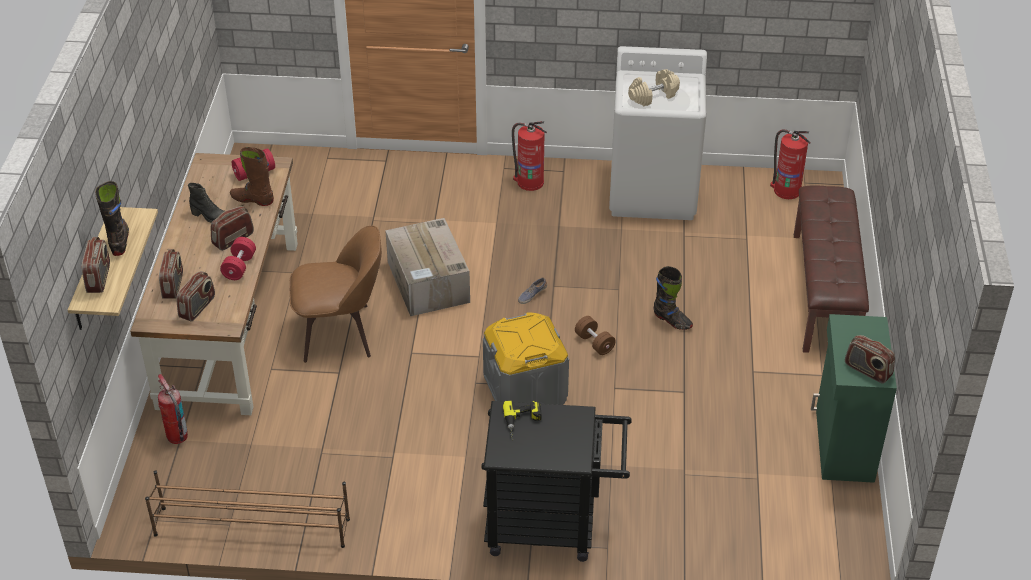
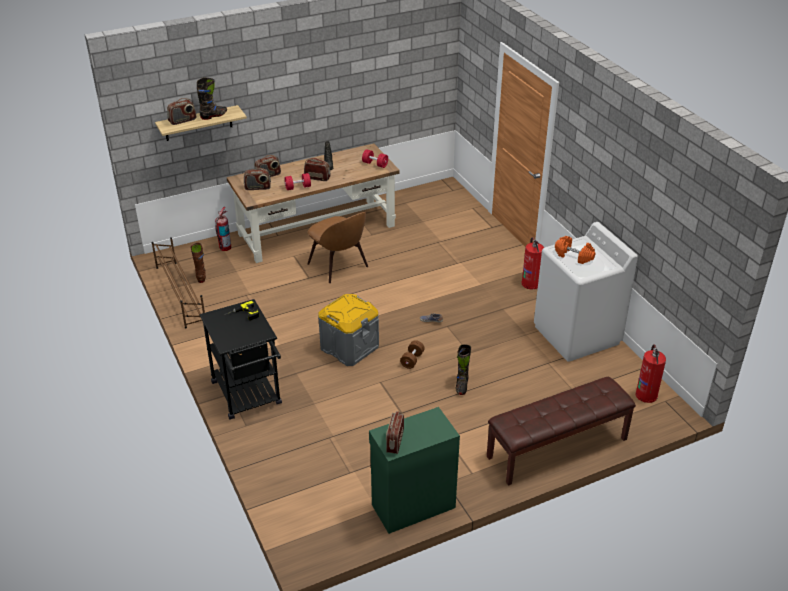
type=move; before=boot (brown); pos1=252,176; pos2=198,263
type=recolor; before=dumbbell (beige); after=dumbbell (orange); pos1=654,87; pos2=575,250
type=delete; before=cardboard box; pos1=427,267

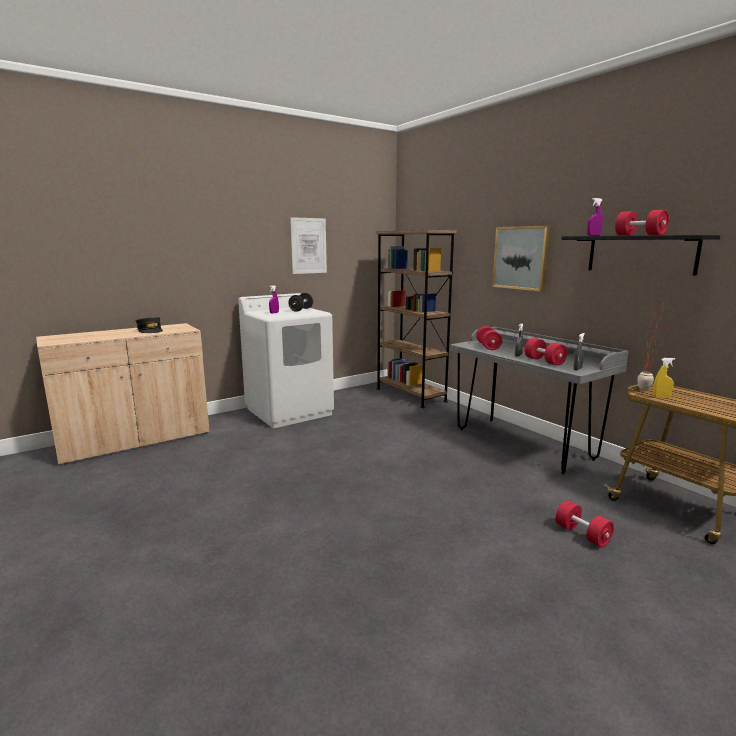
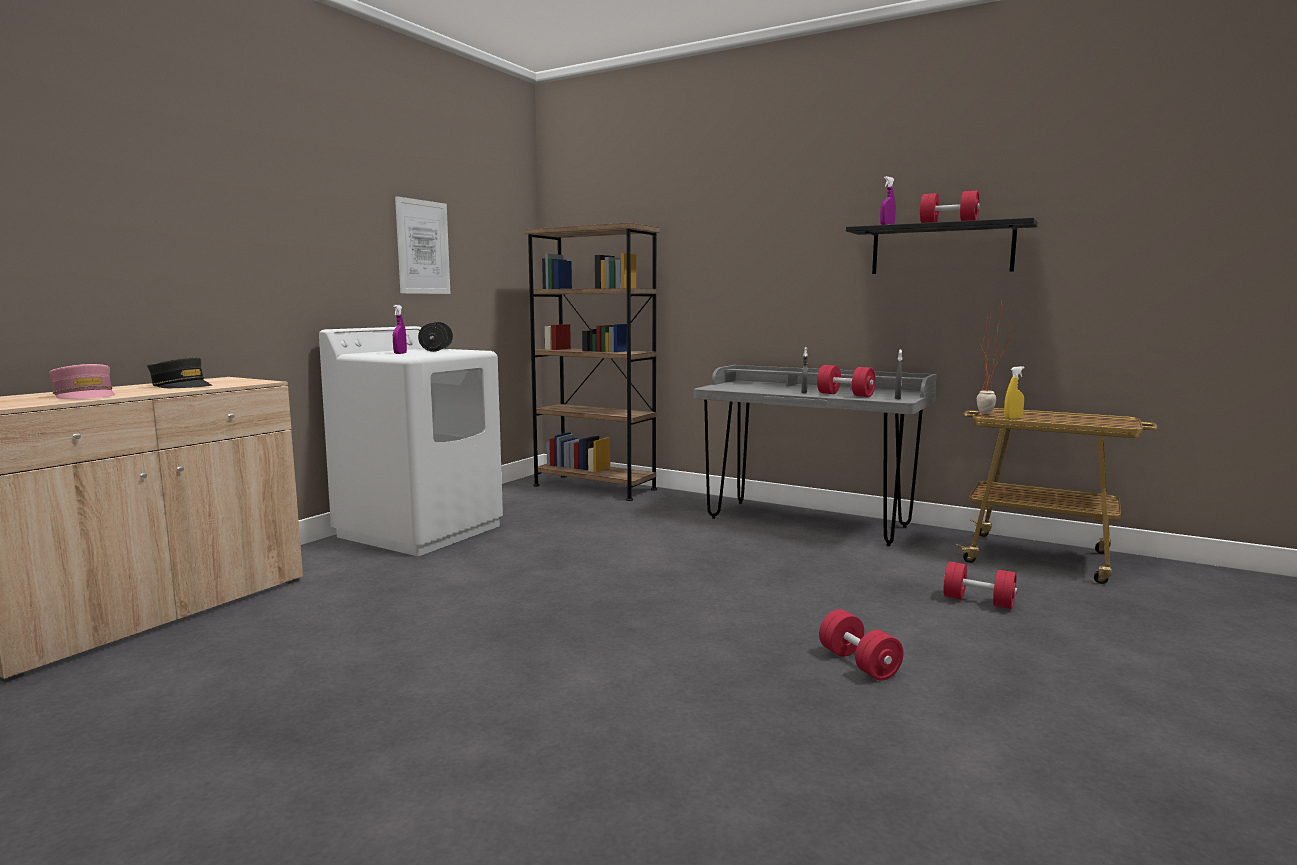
type=insert; after=cap (pink); pos2=82,381
type=move; before=dumbbell (red); pos1=489,338; pos2=861,645
type=delete; before=picture; pos1=521,258

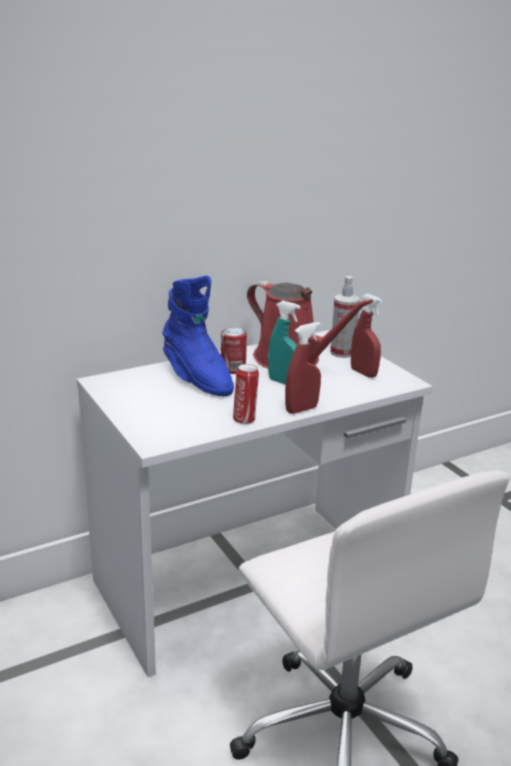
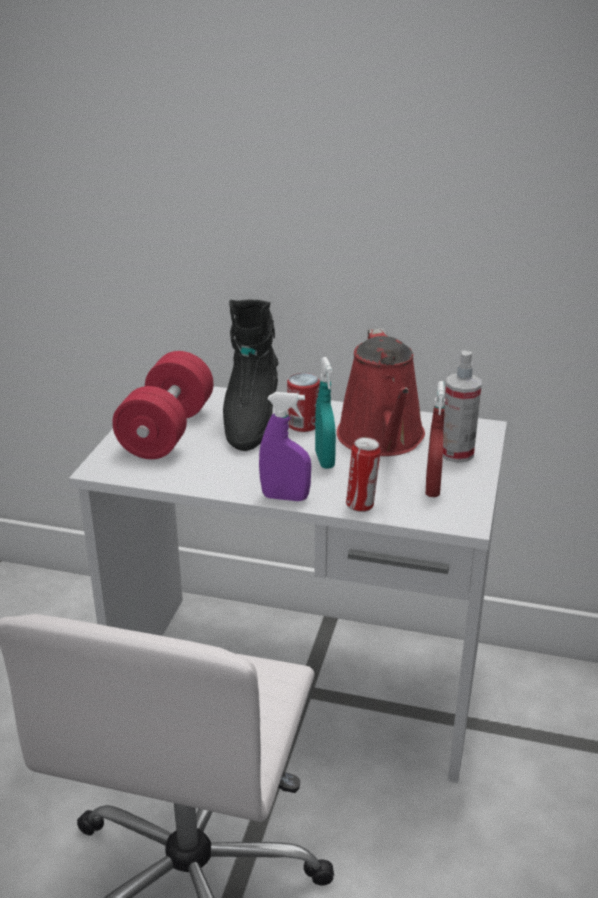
type=insert; after=dumbbell (red); pos2=162,405
type=recolor; before=boot (blue); after=boot (black); pos1=198,335; pos2=250,375
type=recolor; before=spray bottle (red); after=spray bottle (purple); pos1=303,368; pos2=285,446
type=move; before=can; pos1=246,394; pos2=363,474

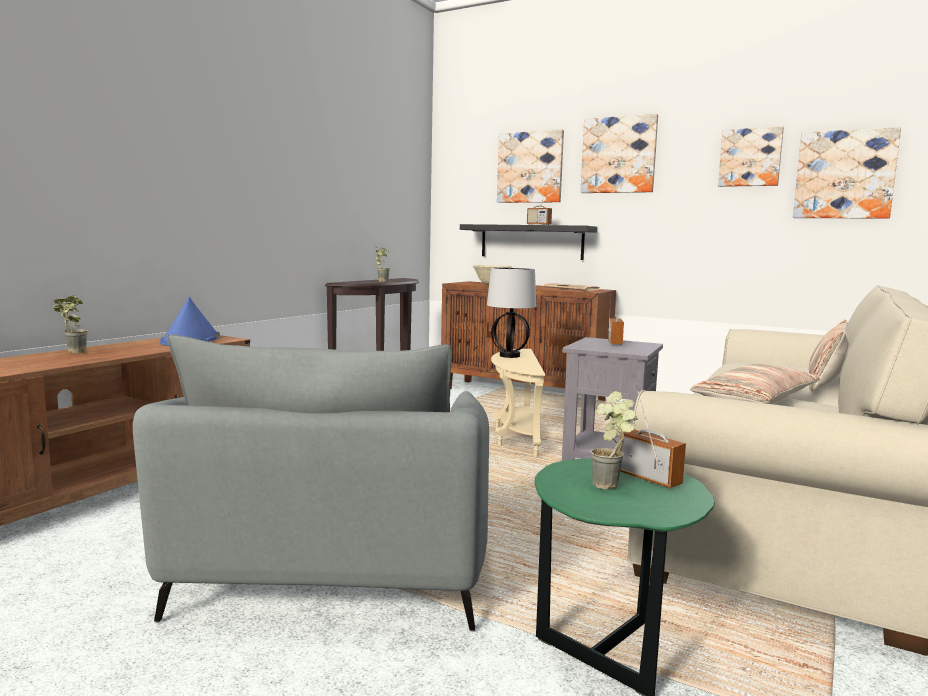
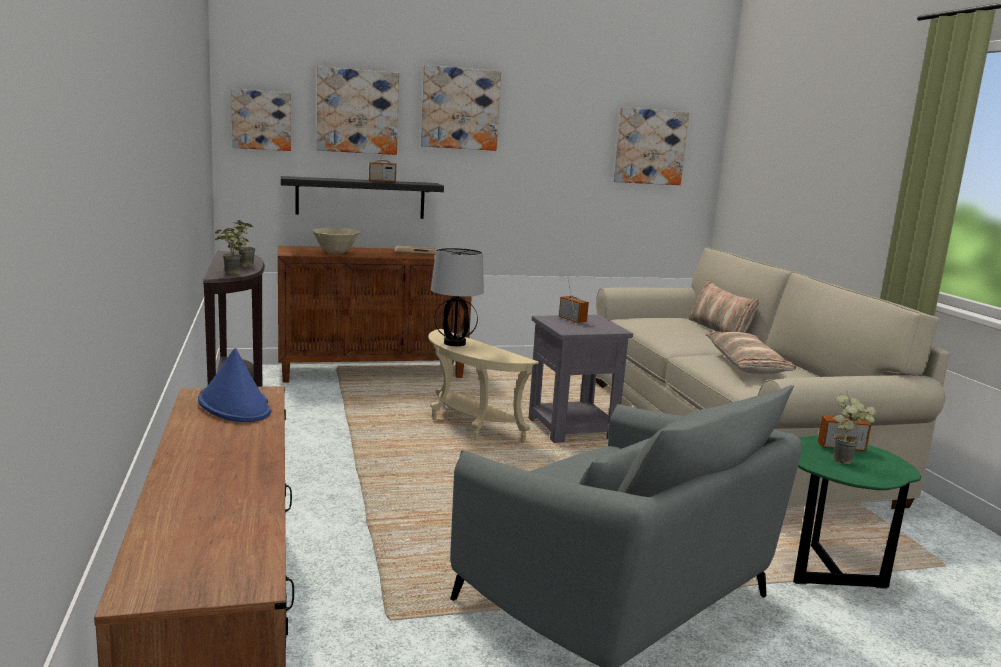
type=move; before=potted plant; pos1=70,324; pos2=230,250
type=move; before=picture; pos1=751,156; pos2=261,120

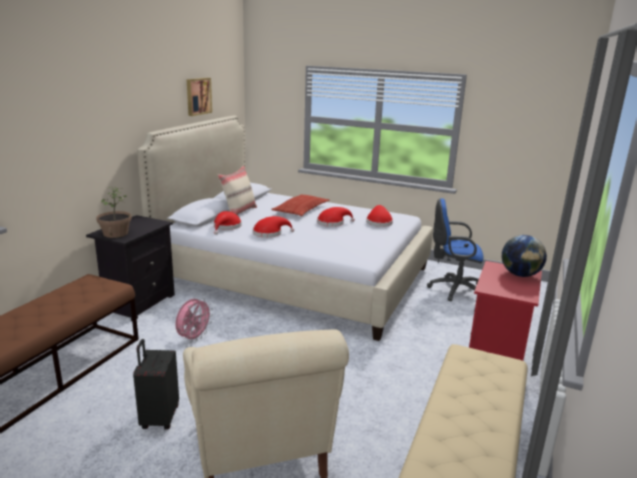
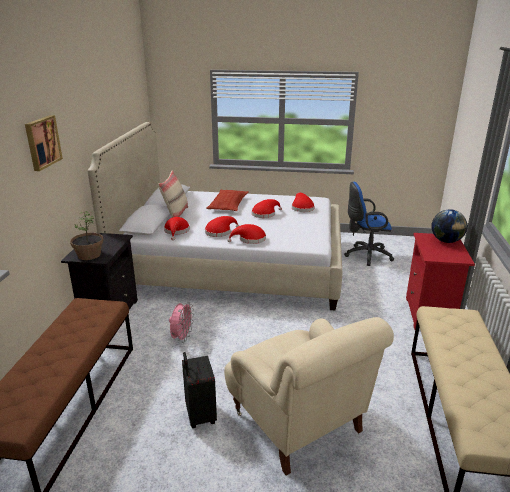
type=move; before=picture; pos1=199,97; pos2=44,143
type=insert; after=hat (red); pos2=246,234

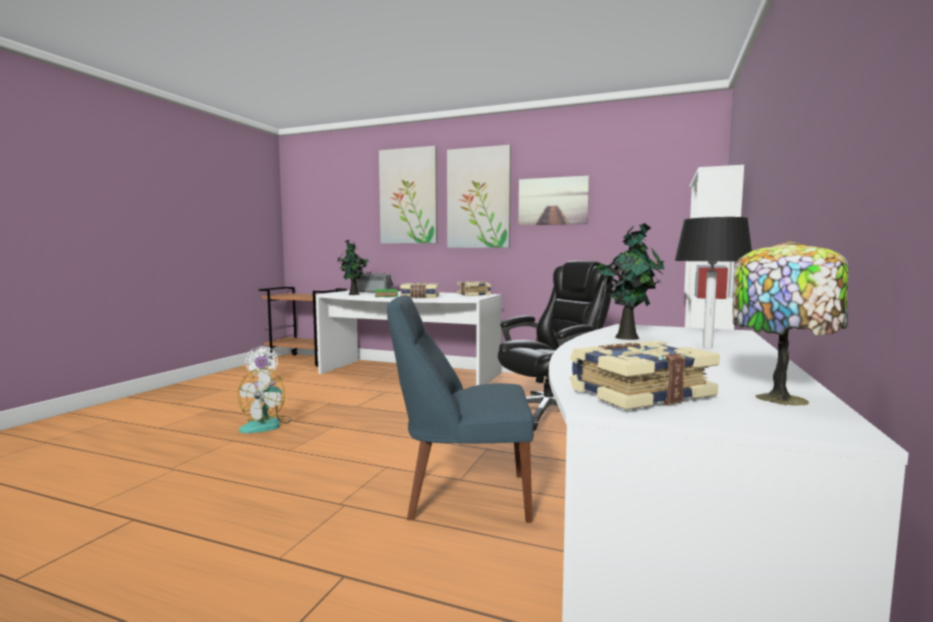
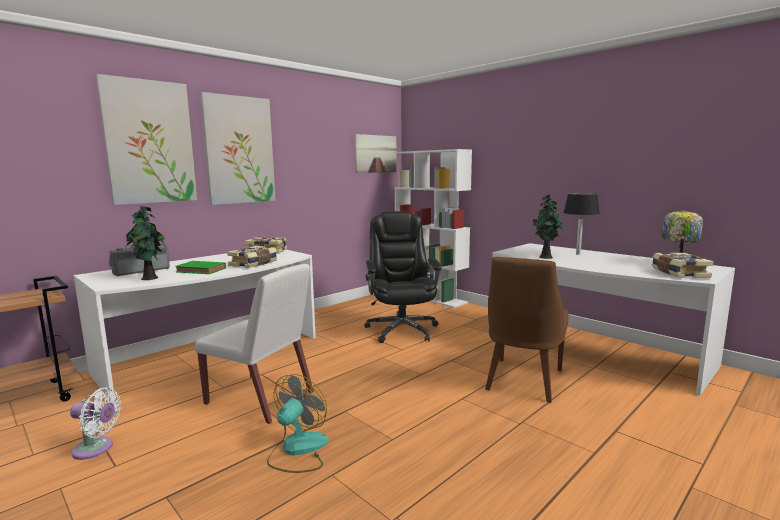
type=insert; after=chair (white); pos2=254,344
type=rotate; before=fan; pos1=265,400; pos2=298,423; turn=-105
type=move; before=picture; pos1=553,201; pos2=376,153
type=recolor; before=chair (blue); after=chair (brown); pos1=460,409; pos2=527,330

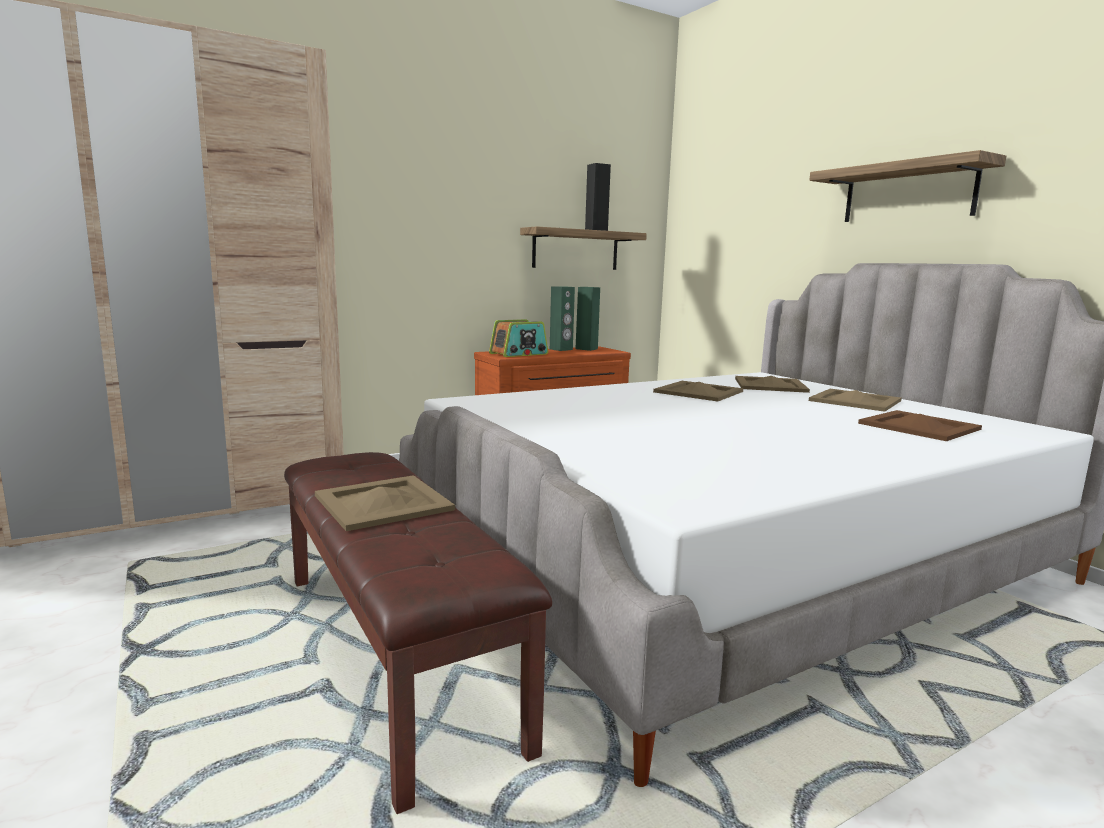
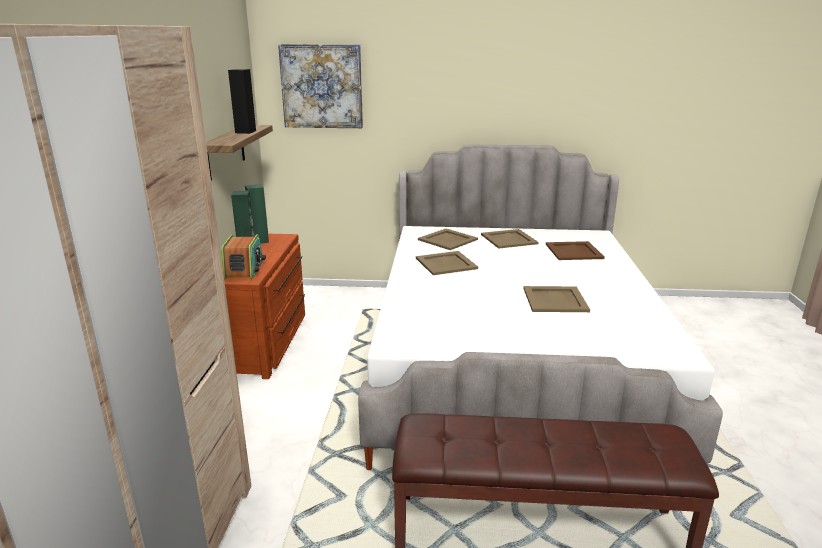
type=insert; after=picture; pos2=320,86
type=move; before=tray (beige); pos1=385,503; pos2=556,299
type=delete; before=shelf; pos1=907,186

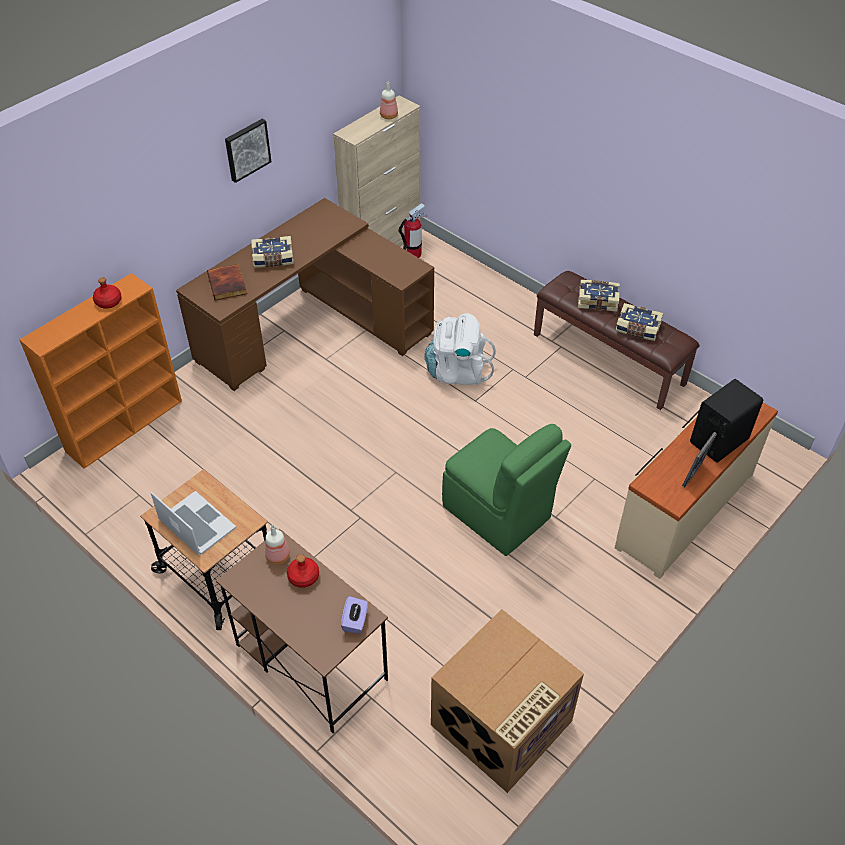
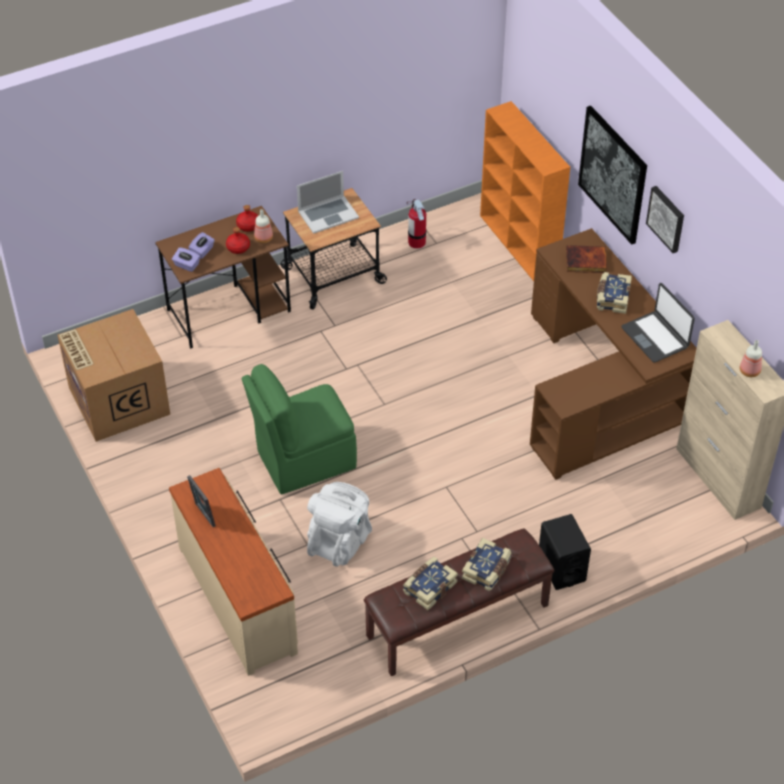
type=insert; after=tissue box (purple); pos2=201,245
type=move; before=bottle (red); pos1=107,293; pos2=247,218
type=move; before=backpack (white); pos1=460,349; pos2=339,524
type=move; before=fire extinguisher; pos1=413,230; pos2=417,224
type=move; before=speaker (black); pos1=727,421; pos2=565,552
type=insert; after=picture; pos2=612,175
type=insert; after=laptop; pos2=658,323

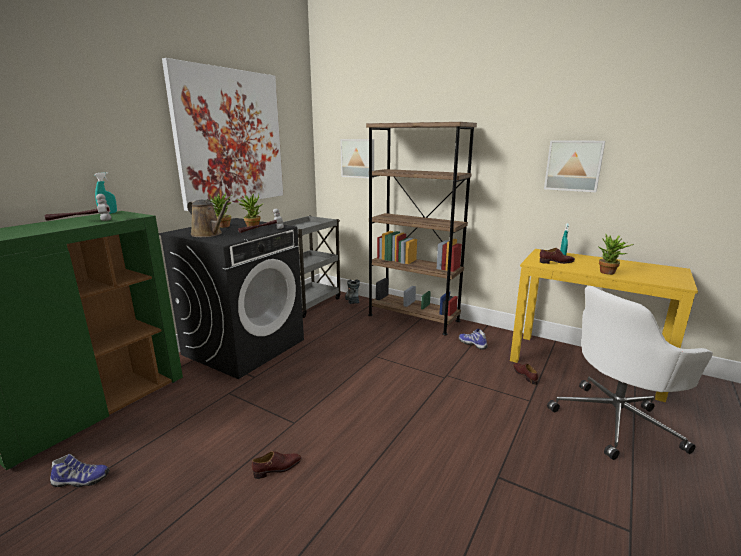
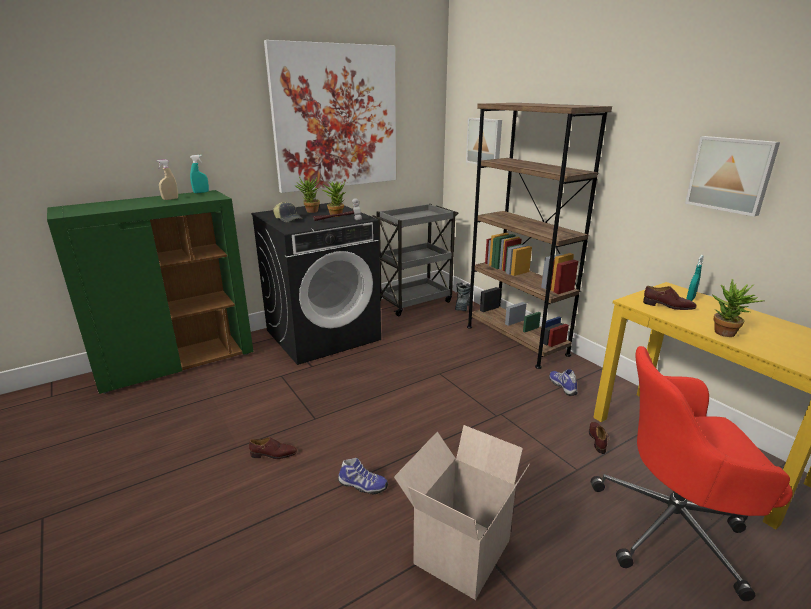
type=replace; before=hammer; after=spray bottle (beige); pos1=77,207; pos2=167,179
type=replace; before=watering can (brown); after=cap; pos1=208,218; pos2=288,212
type=move; before=shoe; pos1=79,470; pos2=363,476
type=insert; after=cardboard box; pos2=462,512
type=recolor; before=office chair (white); after=office chair (red); pos1=630,373; pos2=692,473

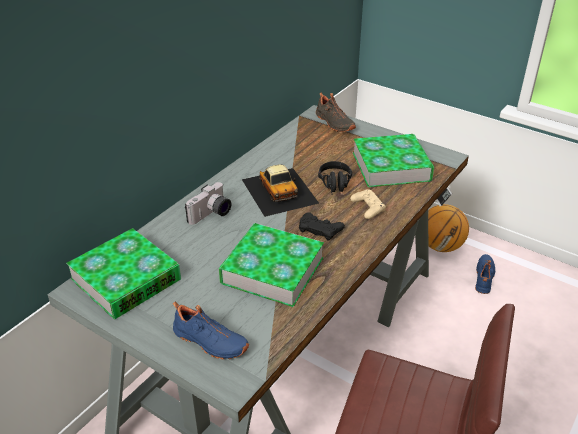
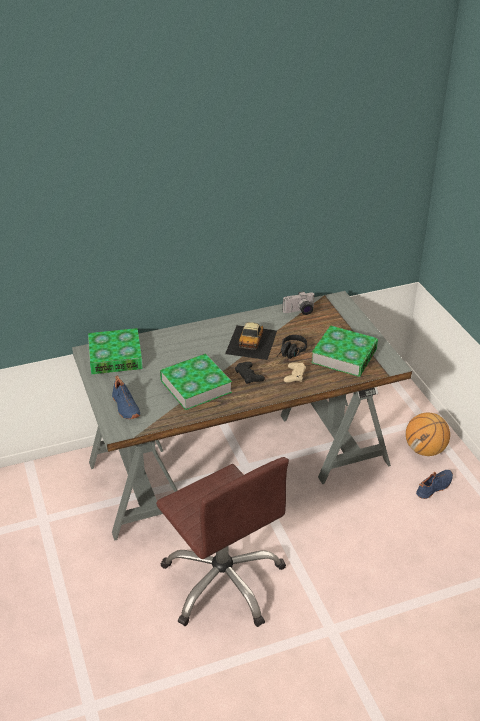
type=move; before=photo camera; pos1=208,203; pos2=299,303
type=delete; before=shoe (black); pos1=336,112

